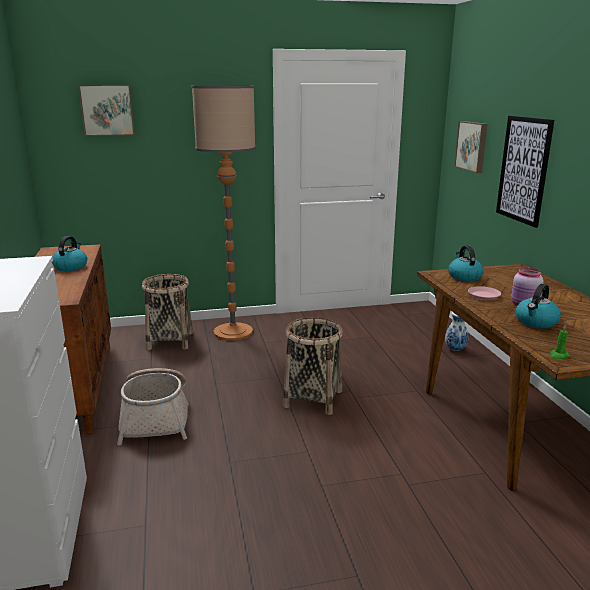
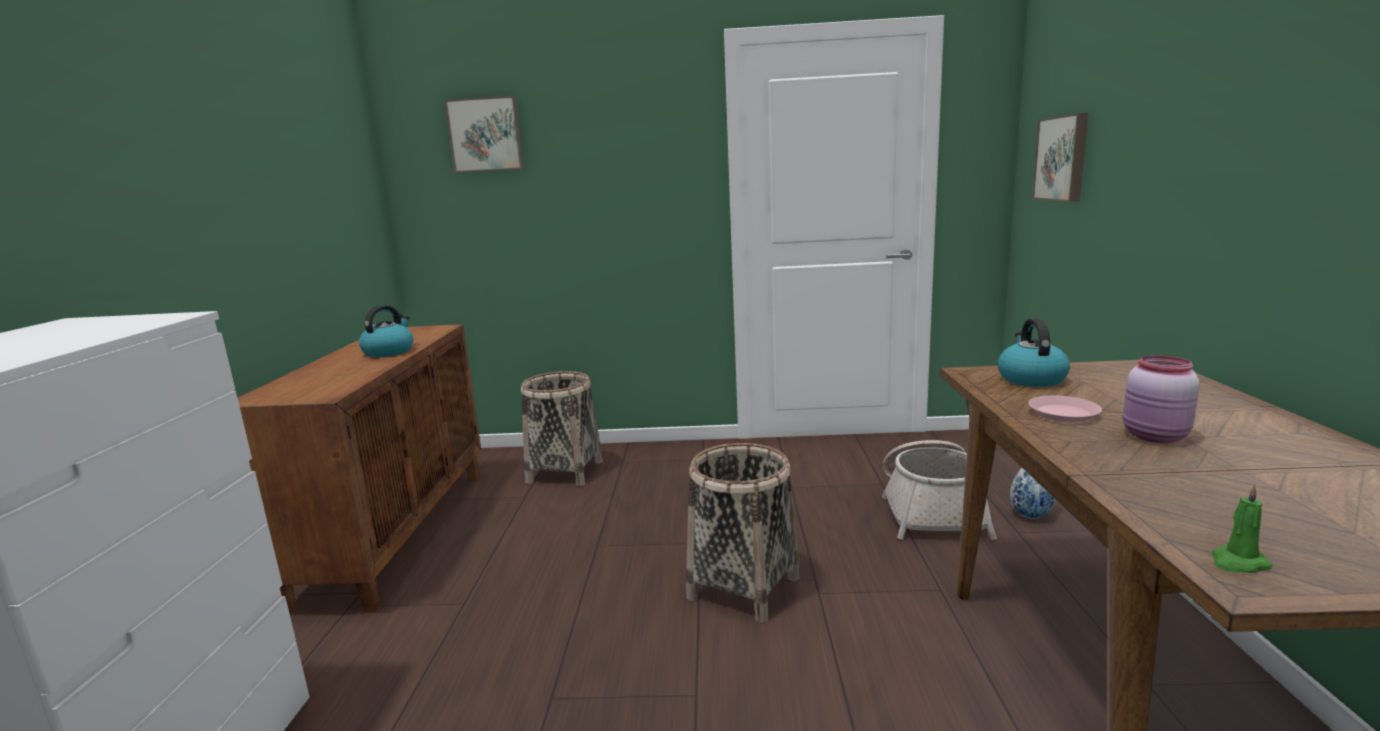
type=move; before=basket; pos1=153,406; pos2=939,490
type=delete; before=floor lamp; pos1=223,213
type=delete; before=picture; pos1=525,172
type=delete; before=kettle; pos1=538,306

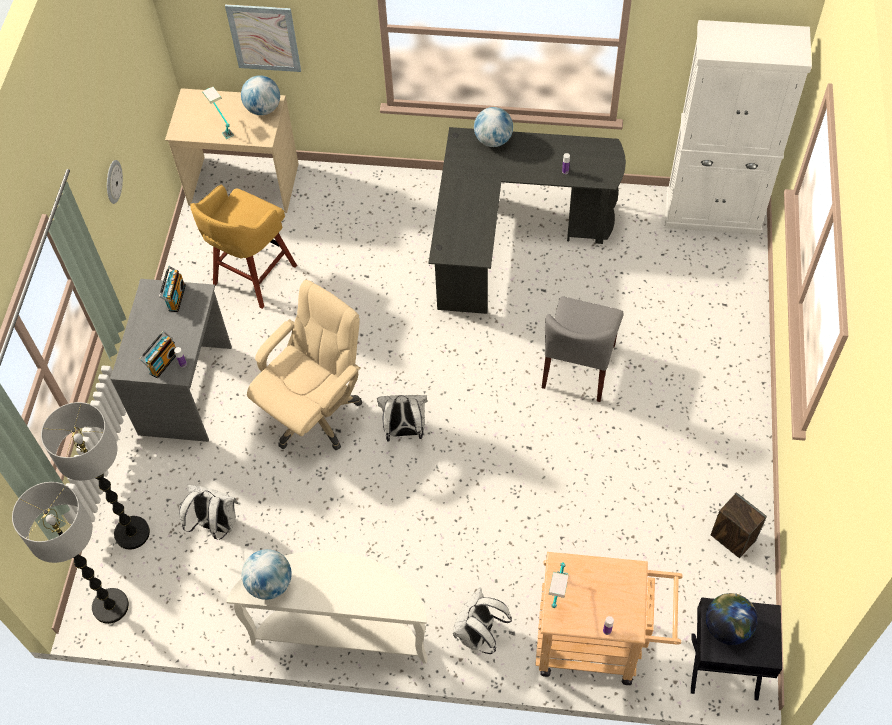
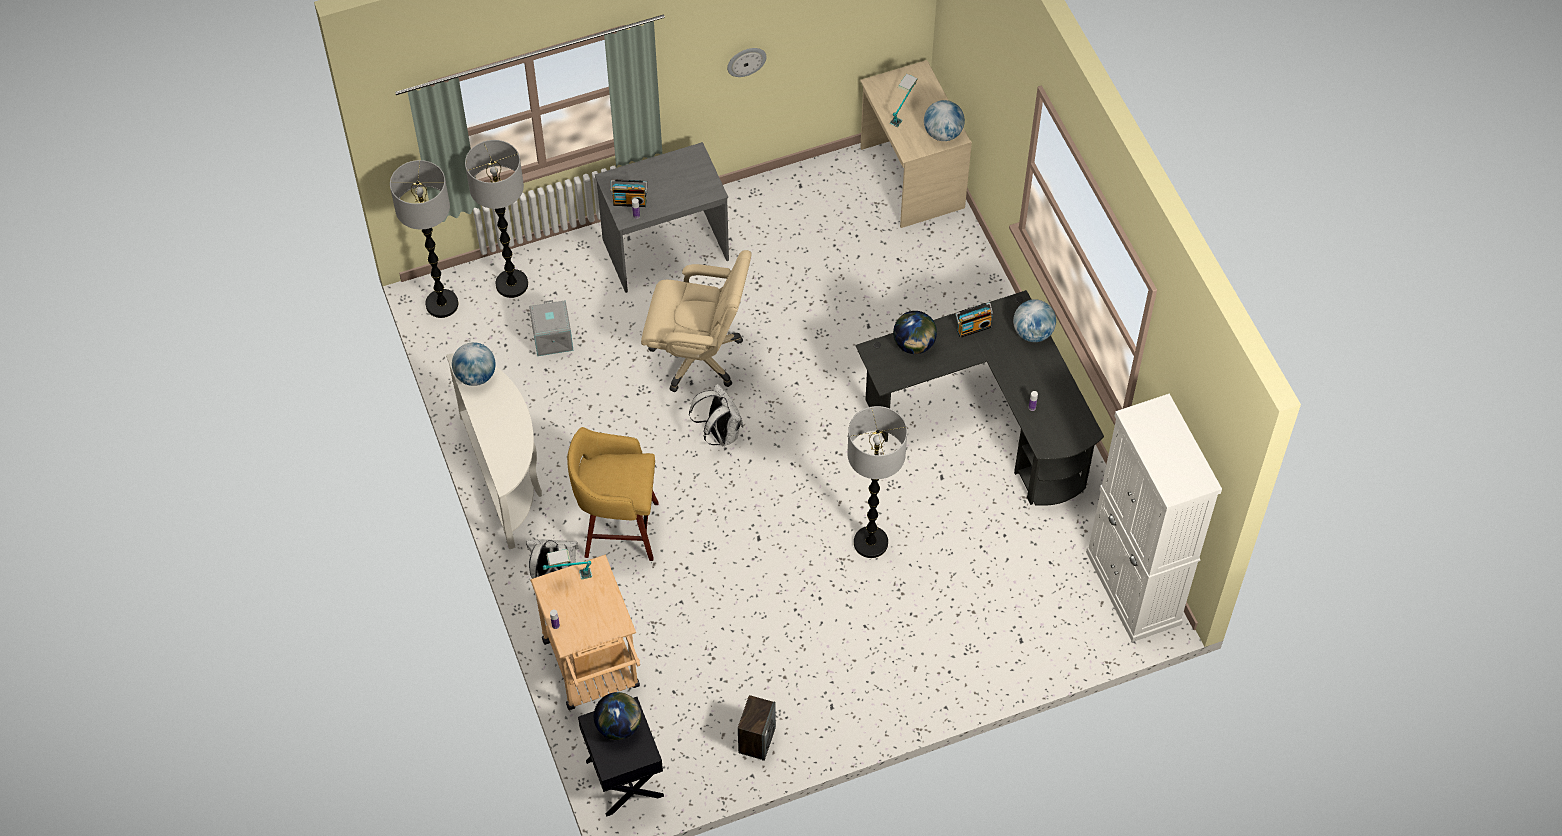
type=replace; before=backpack (white); after=storage box (grey); pos1=209,512; pos2=551,328
type=move; before=stool (yellow); pos1=243,247; pos2=613,494
type=replace; before=chair (grey); after=floor lamp; pos1=583,349; pos2=877,482
type=insert; after=globe; pos2=915,332
type=move; before=radio; pos1=172,289; pos2=974,320
type=delete; before=picture; pos1=263,38

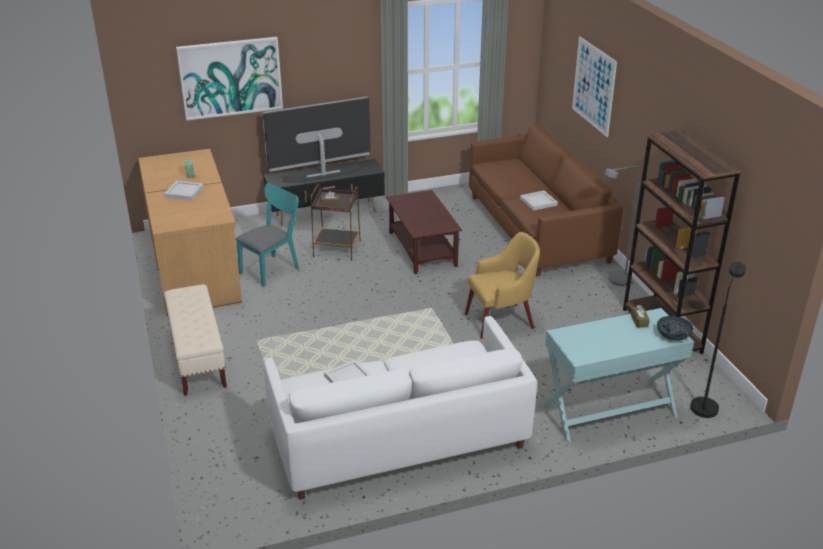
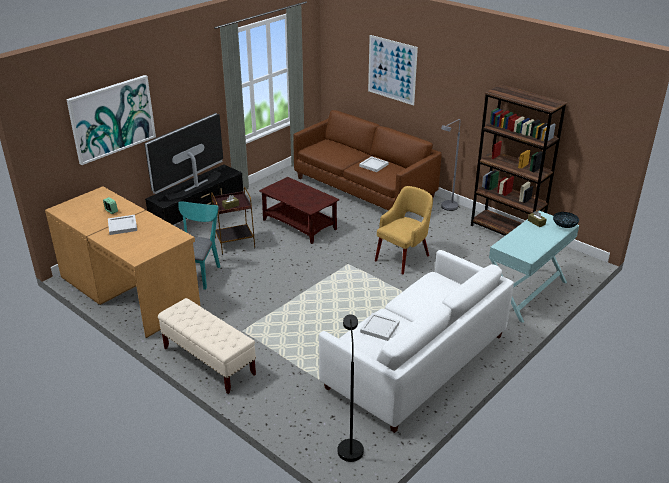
type=move; before=floor lamp (black); pos1=718,340; pos2=351,388

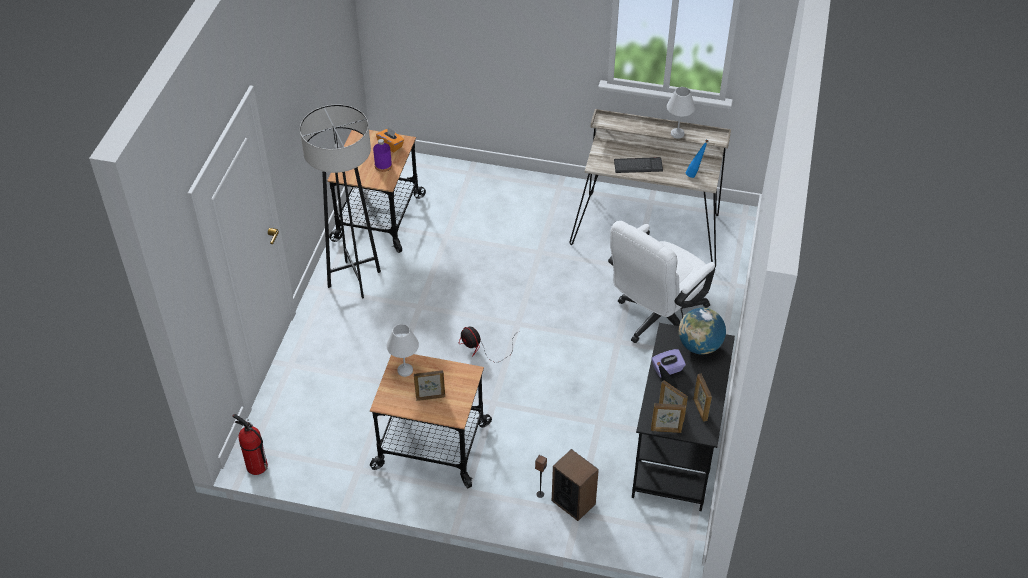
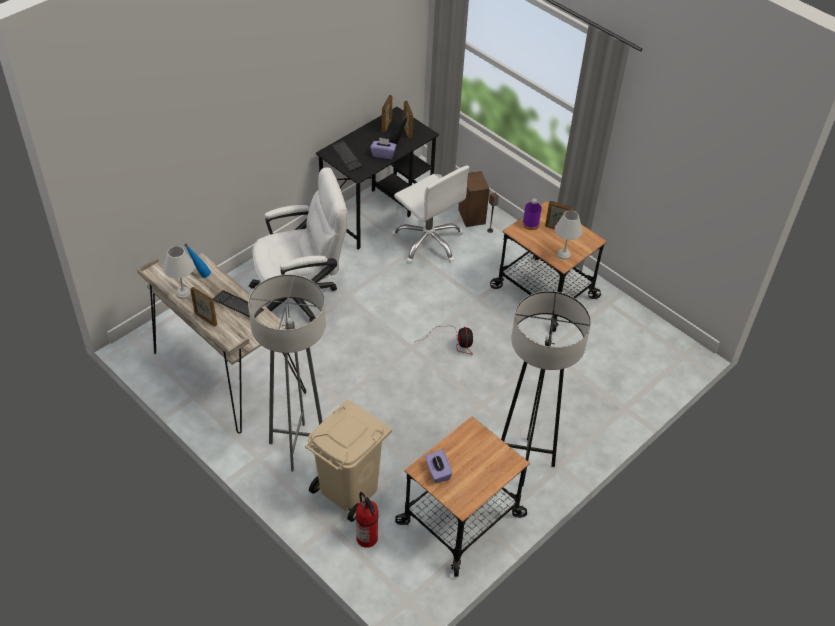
type=move; before=picture frame; pos1=668,418; pos2=203,307
type=insert; after=floor lamp (grey); pos2=287,373
type=insert; after=trash can (beige); pos2=348,460
type=replace; before=globe; after=keyboard; pos1=702,331; pos2=346,156
type=move; before=fire extinguisher; pos1=250,444; pos2=367,520
type=insert; after=office chair (white); pos2=430,215
type=recolor; before=tissue box (orange); after=tissue box (purple); pos1=390,139; pos2=438,466
type=move; before=bottle (purple); pos1=382,155; pos2=532,214

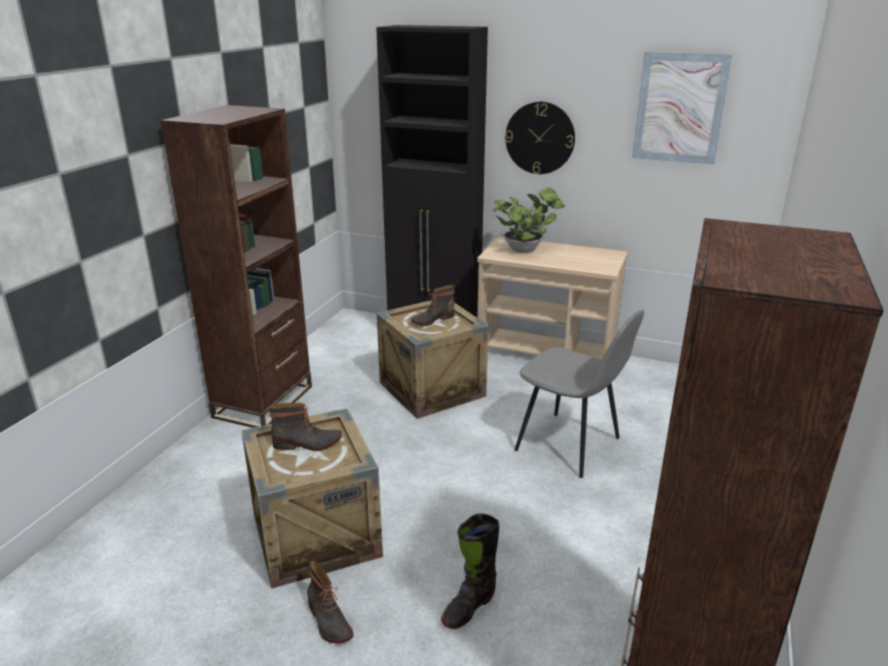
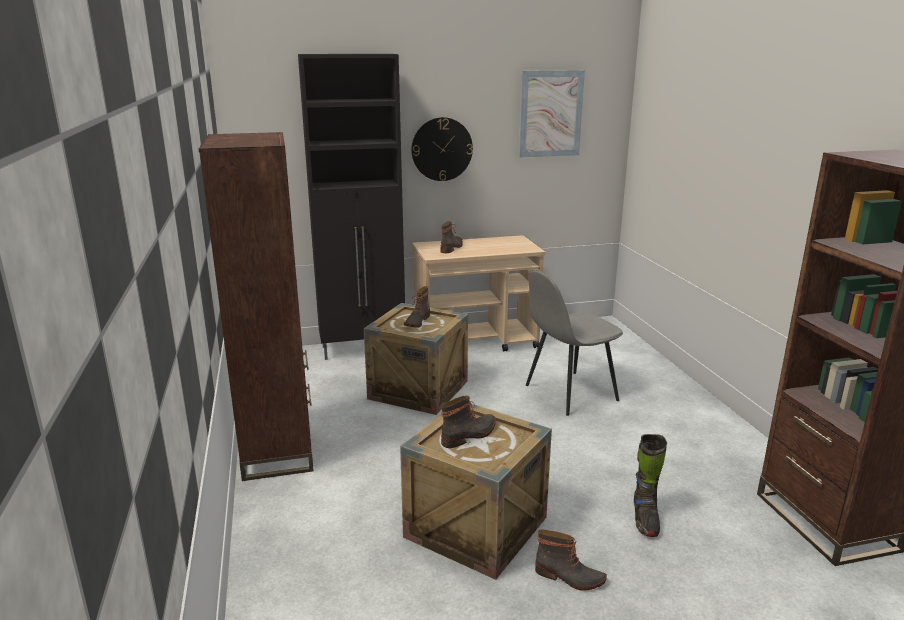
type=replace; before=potted plant; after=boot; pos1=529,220; pos2=452,237
type=rotate; before=chair (grey); pos1=579,394; pos2=574,343; turn=150

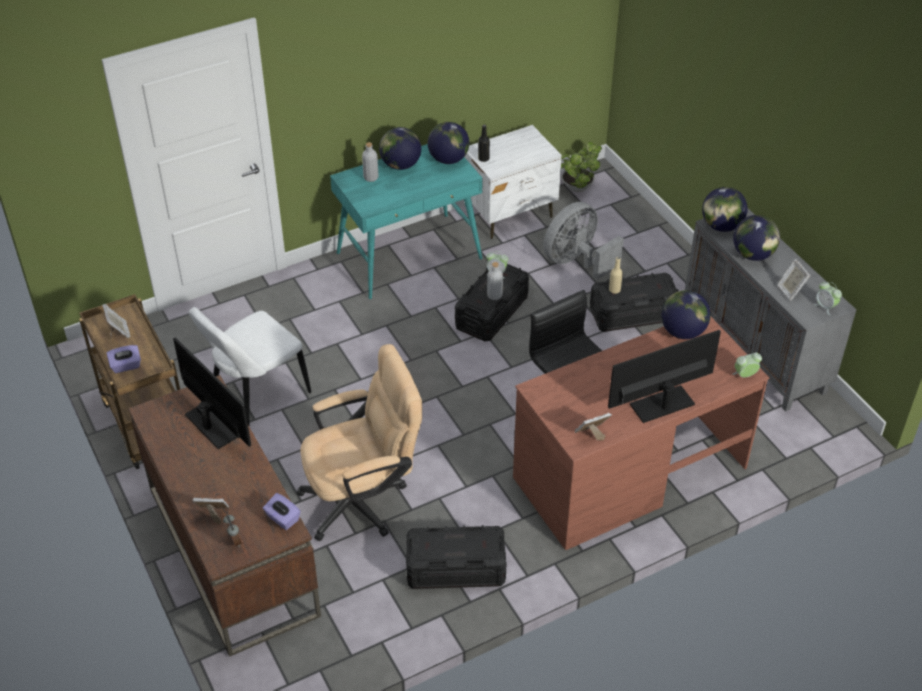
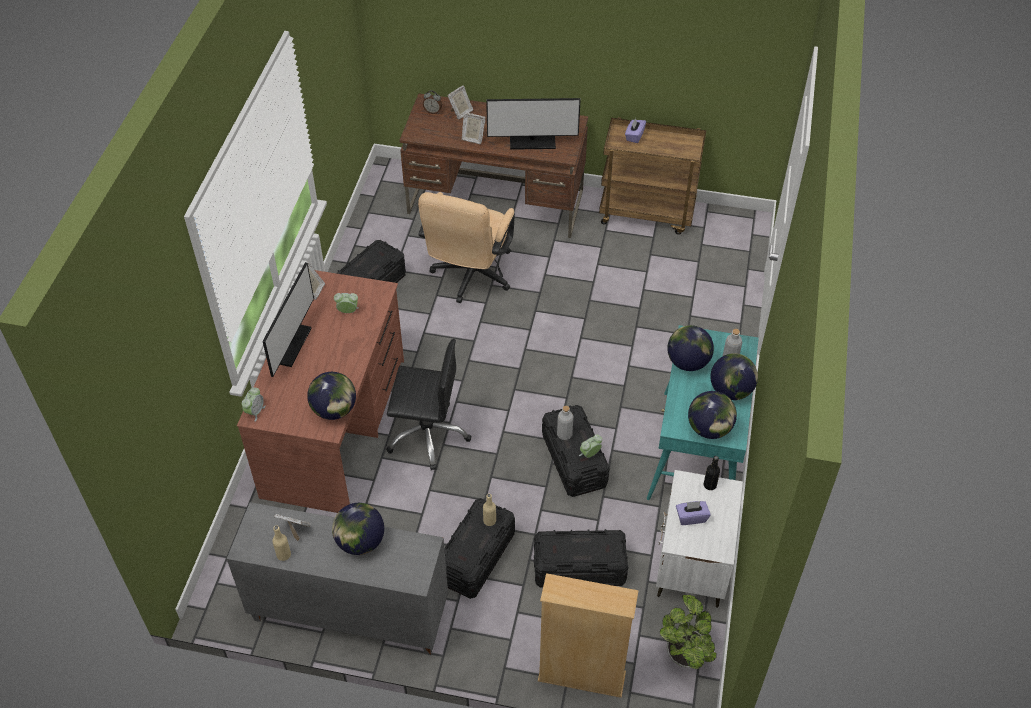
type=insert; after=bottle (beige); pos2=281,543
type=move; before=alarm clock; pos1=828,298; pos2=346,303
type=move; before=picture frame; pos1=116,322; pos2=473,128
type=replace; before=fan (grey); after=storage box (black); pos1=583,241; pos2=581,558
type=insert; after=bookcase (beige); pos2=588,635
type=move; before=globe; pos1=725,209; pos2=690,348
type=move; before=tissue box (purple); pos1=282,511; pos2=693,513
type=delete; before=chair (white); pos1=250,366

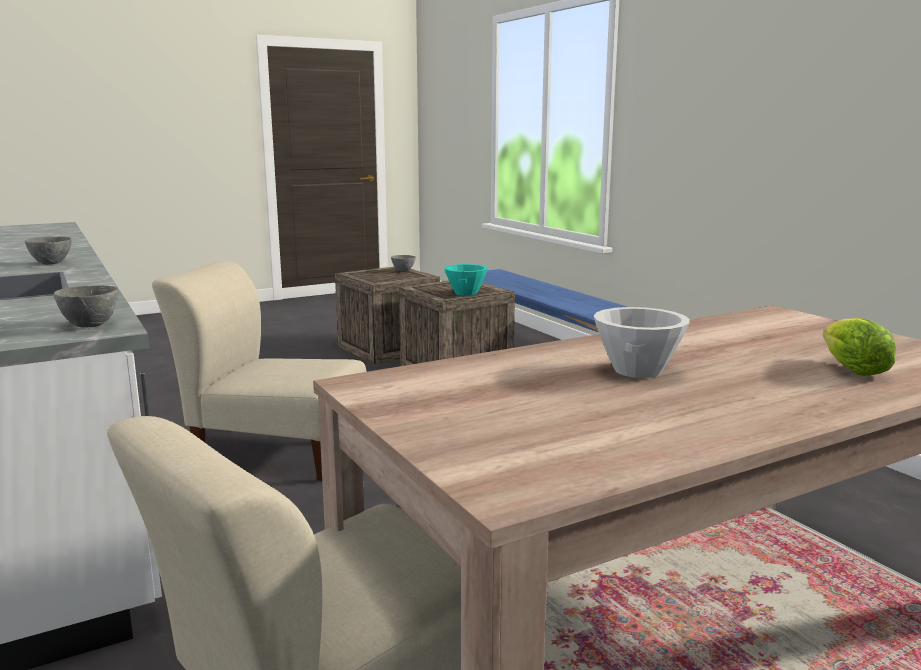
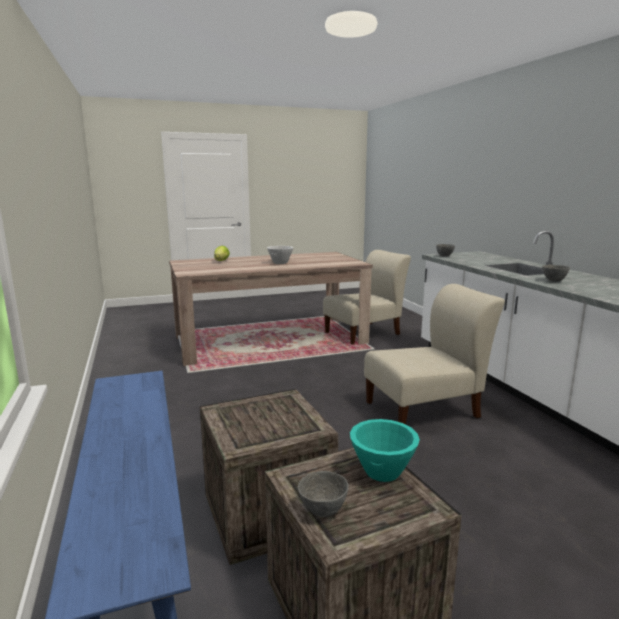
type=move; before=bowl (turquoise); pos1=466,280; pos2=385,450
type=rotate; before=chair (beige); pos1=259,371; pos2=434,354; turn=-45

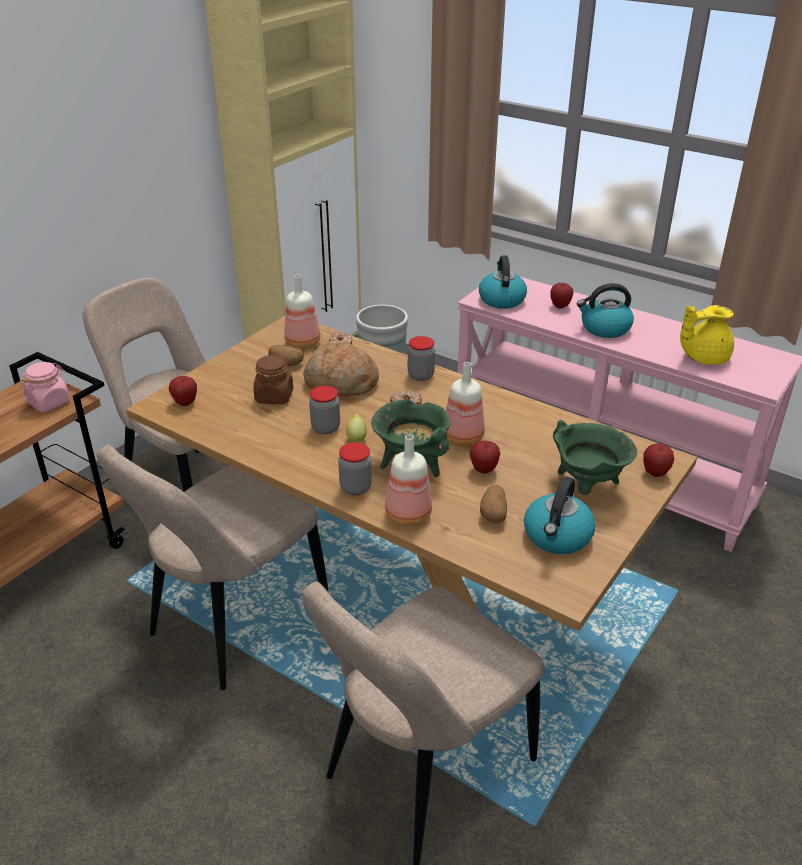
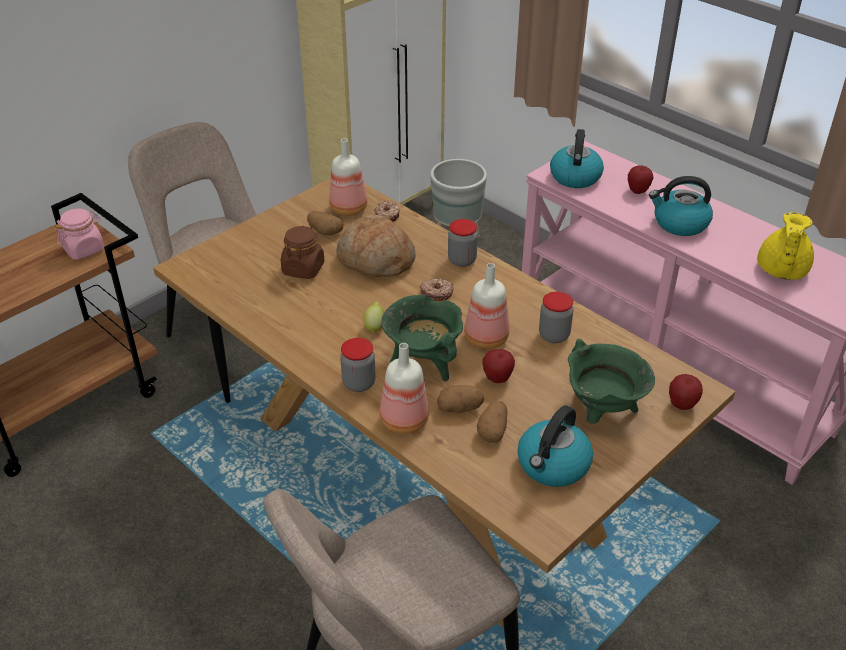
type=insert; after=potato; pos2=460,399
type=move; before=jar; pos1=324,410; pos2=556,317
type=rotate; before=teapot (yellow); pos1=707,335; pos2=785,246; turn=-60
type=delete; before=chair (beige); pos1=213,567
type=delete; before=apple; pos1=183,391

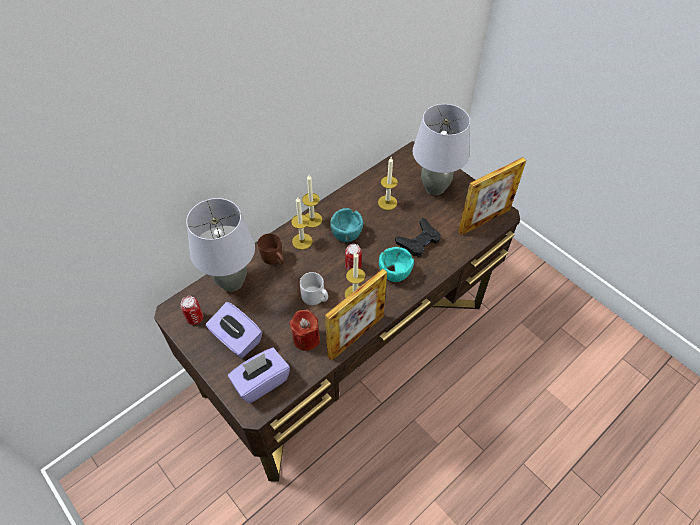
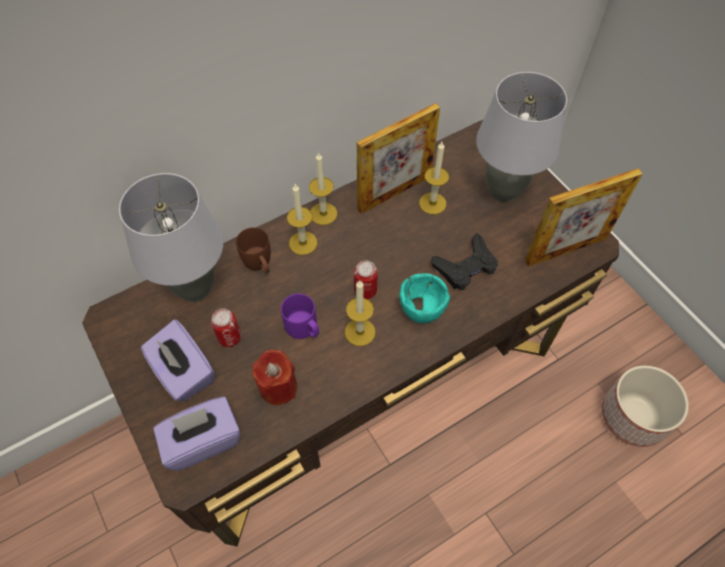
type=move; before=can; pos1=191,310; pos2=226,327
type=recolor; before=mug (grey); after=mug (purple); pos1=314,288; pos2=300,316
type=move; before=picture frame; pos1=356,315; pos2=398,158
type=insert; after=planter; pos2=645,406
type=delete; before=bowl (turquoise); pos1=346,225

